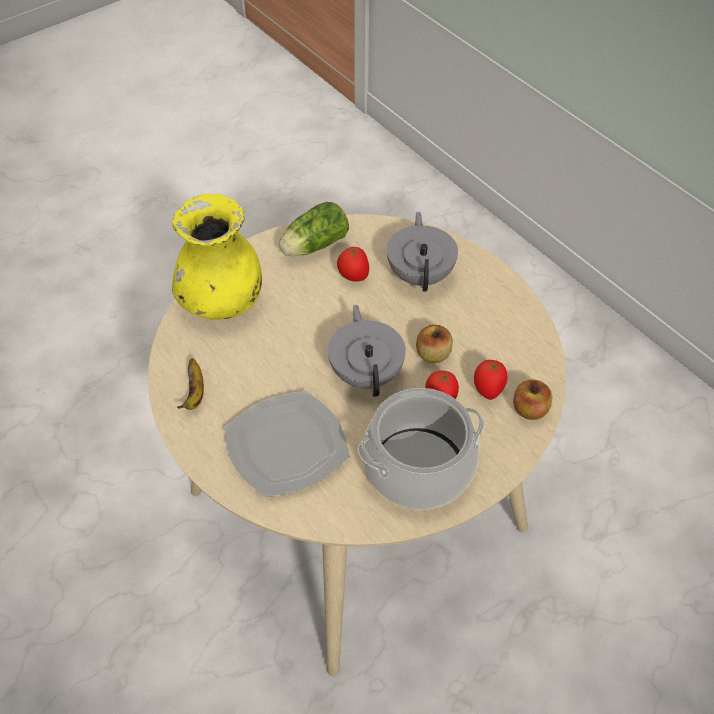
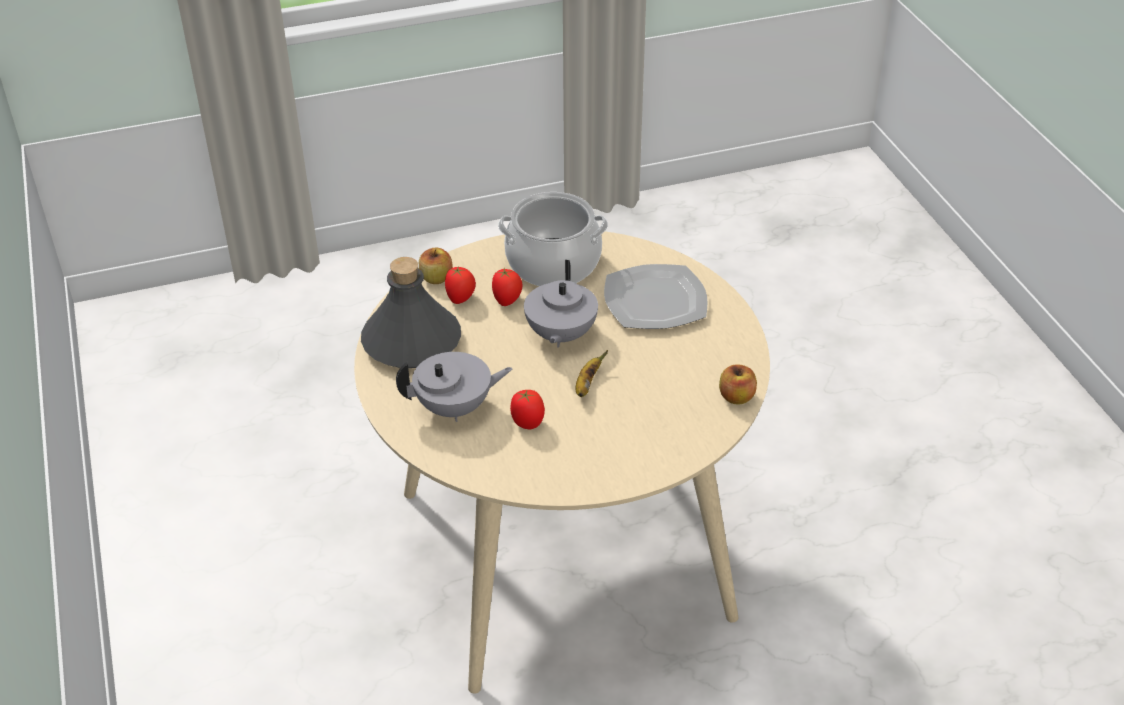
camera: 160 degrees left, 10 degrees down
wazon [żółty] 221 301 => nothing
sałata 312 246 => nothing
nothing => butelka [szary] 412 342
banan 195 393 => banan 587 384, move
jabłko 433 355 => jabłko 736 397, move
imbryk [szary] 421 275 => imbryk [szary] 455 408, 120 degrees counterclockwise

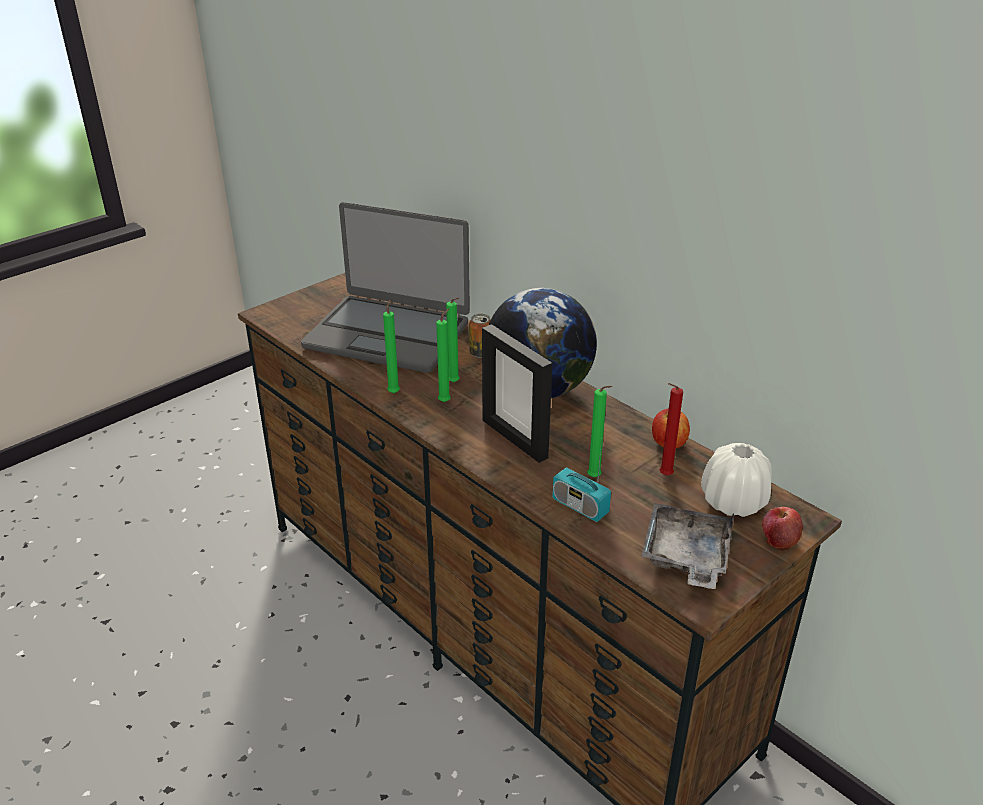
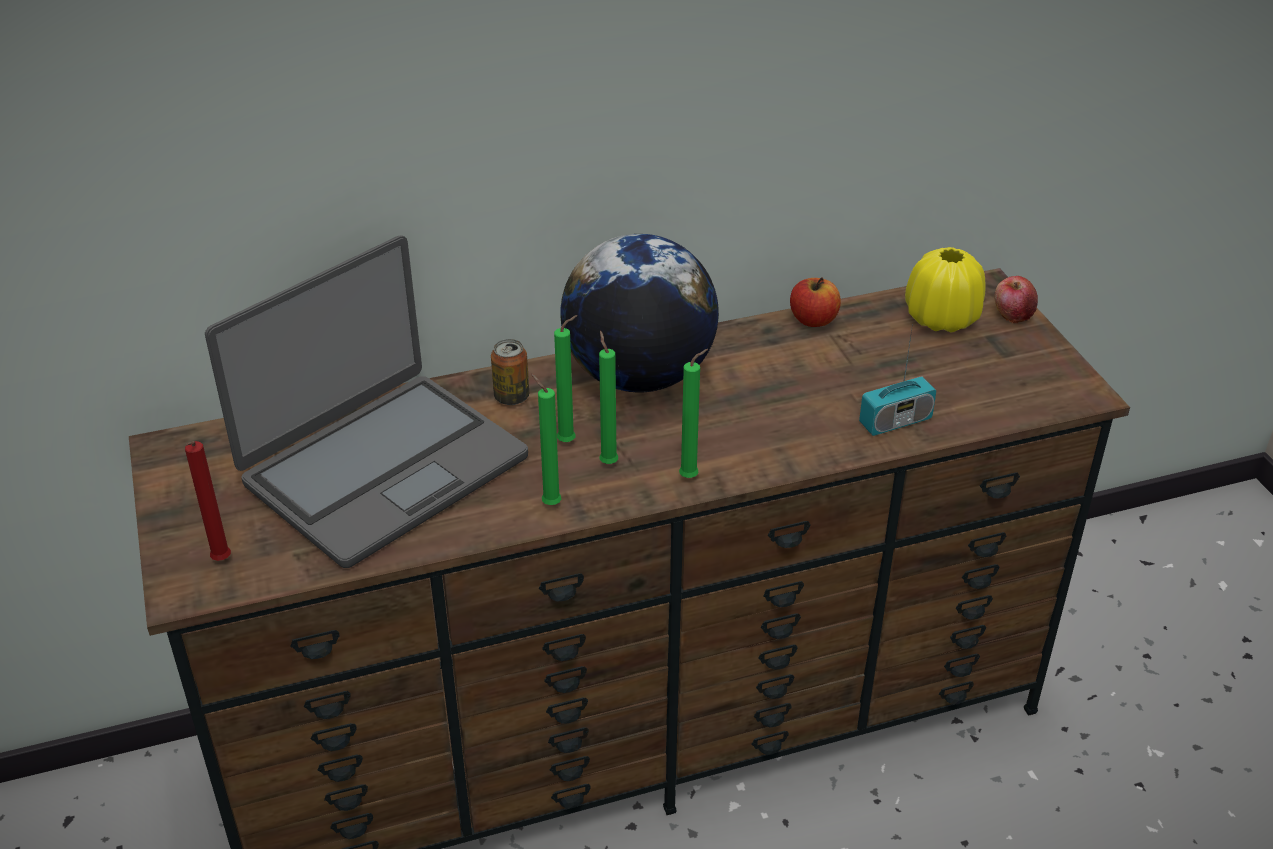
camera: 65 degrees left, 5 degrees up
ramka na zdjęcie 516 438 => nothing
taca [szary] 686 556 => nothing
świeca [zielony] 595 478 => świeca [zielony] 691 477, move
świeca [czerwony] 663 476 => świeca [czerwony] 221 562, move
wazon [biały] 733 502 => wazon [żółty] 941 318

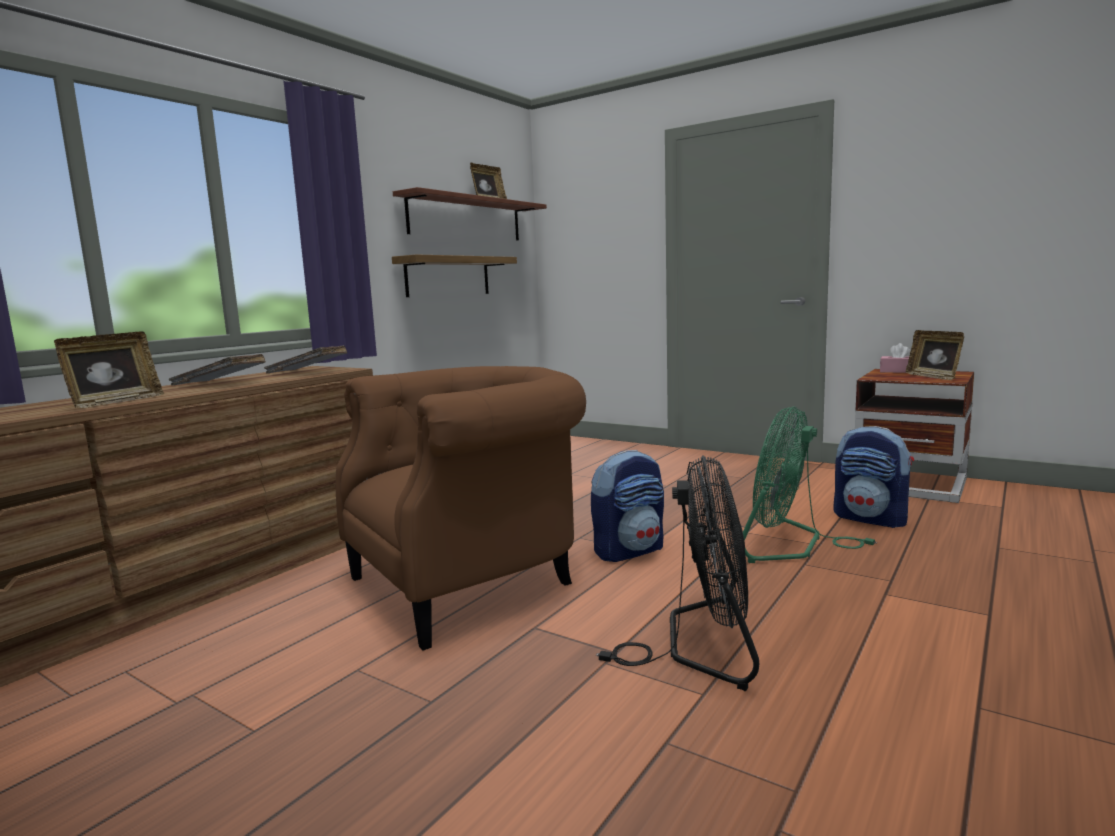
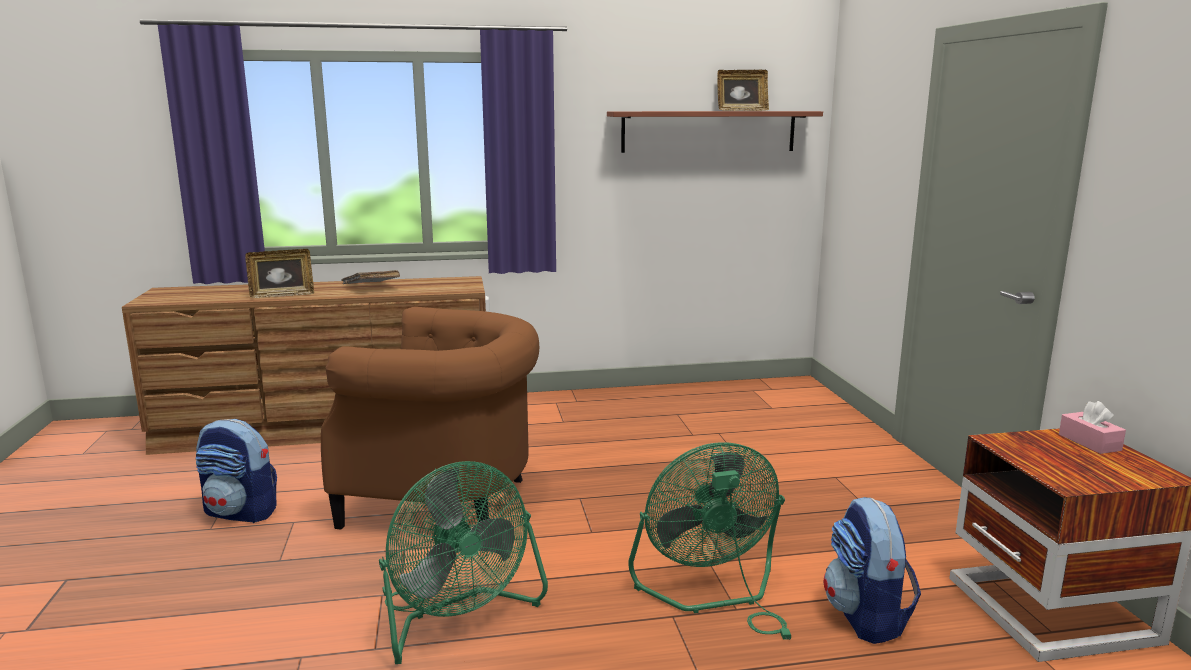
camera: 45 degrees right, 5 degrees up
książka [szary] 308 372 => nothing
półka 448 276 => nothing
ramka na zdjęcie 933 377 => nothing
plecak 629 551 => plecak 241 512, move
wentylator [czarny] 698 642 => wentylator [zielony] 451 618

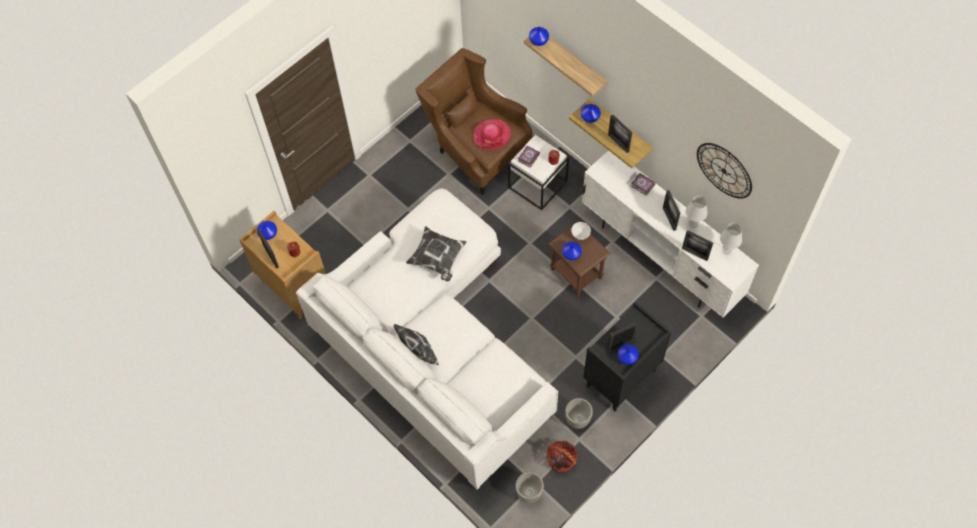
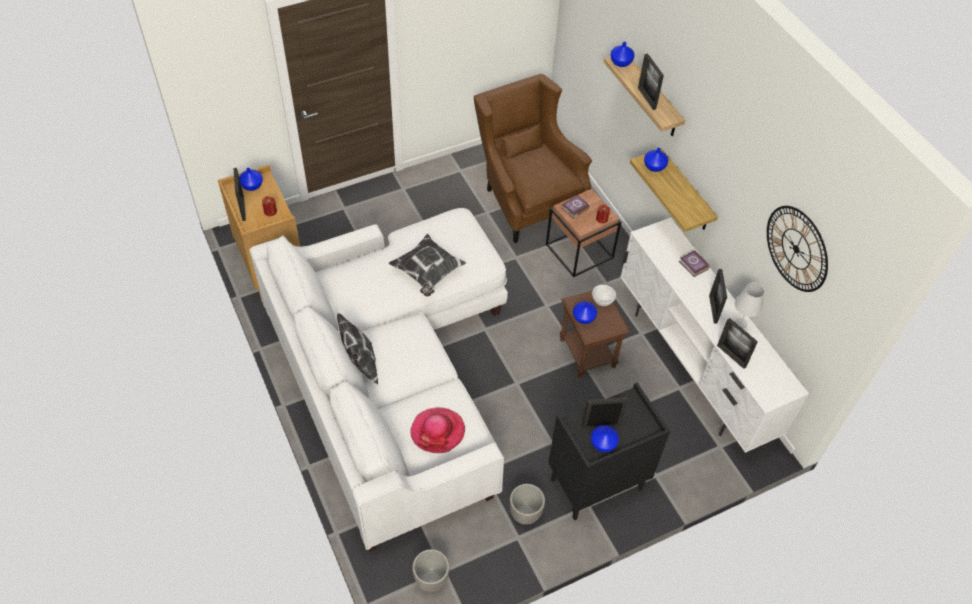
camera: 15 degrees right, 10 degrees down
koszyk 561 459 => nothing
lampa stołowa [biały] 727 250 => nothing
kapelusz 492 135 => kapelusz 437 431, move
ramka na zdjęcie 618 143 => ramka na zdjęcie 646 98, move
stolik [biały] 537 185 => stolik [brązowy] 579 252

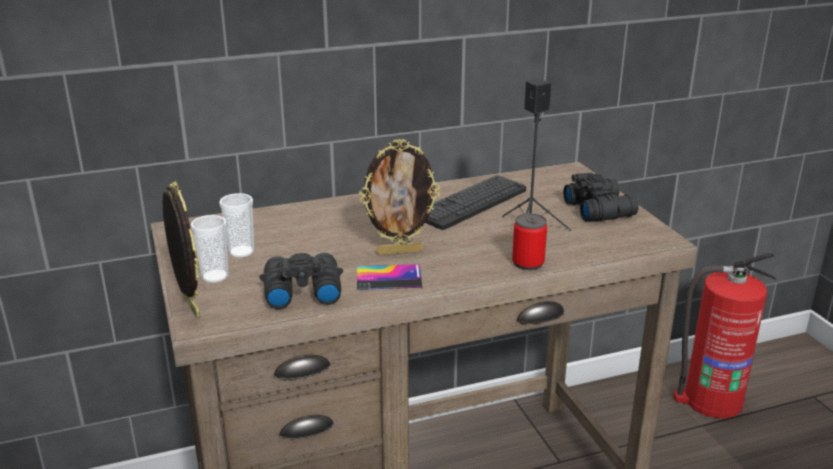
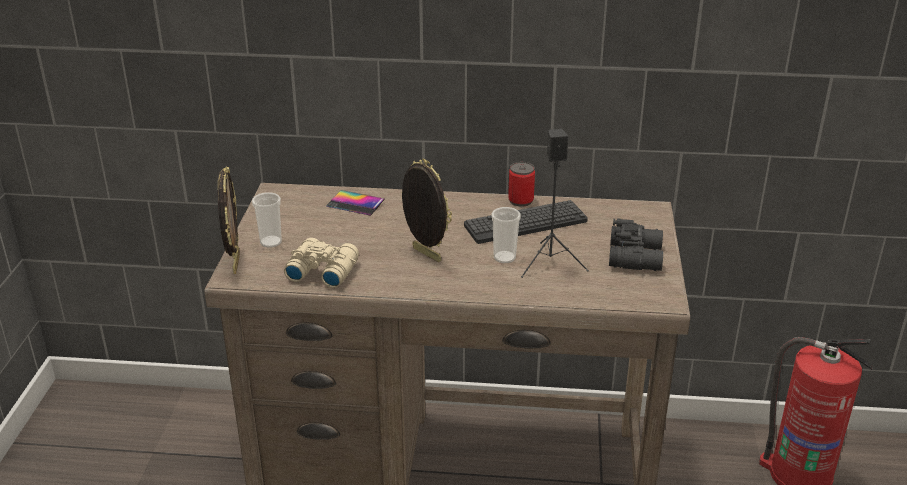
camera: 25 degrees right, 5 degrees up
filiżanka 241 252 => filiżanka 504 257, move
telefon 389 277 => telefon 355 203, move
puszka 528 263 => puszka 520 200, move
lornetka [czarny] 301 290 => lornetka [beżowy] 322 270
ramka na zdjęcie 400 251 => ramka na zdjęcie 425 255, 150 degrees counterclockwise

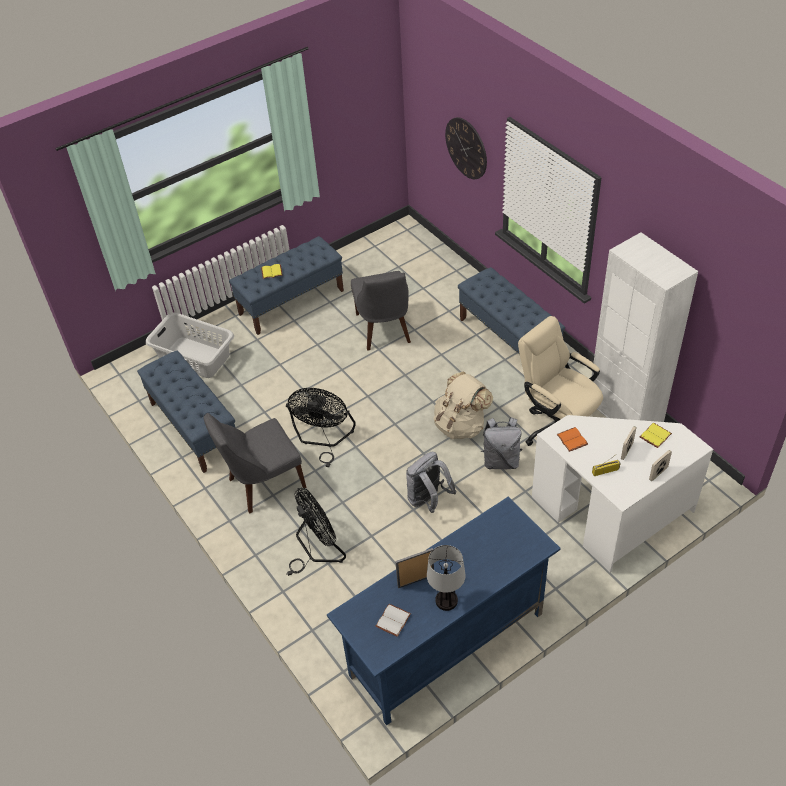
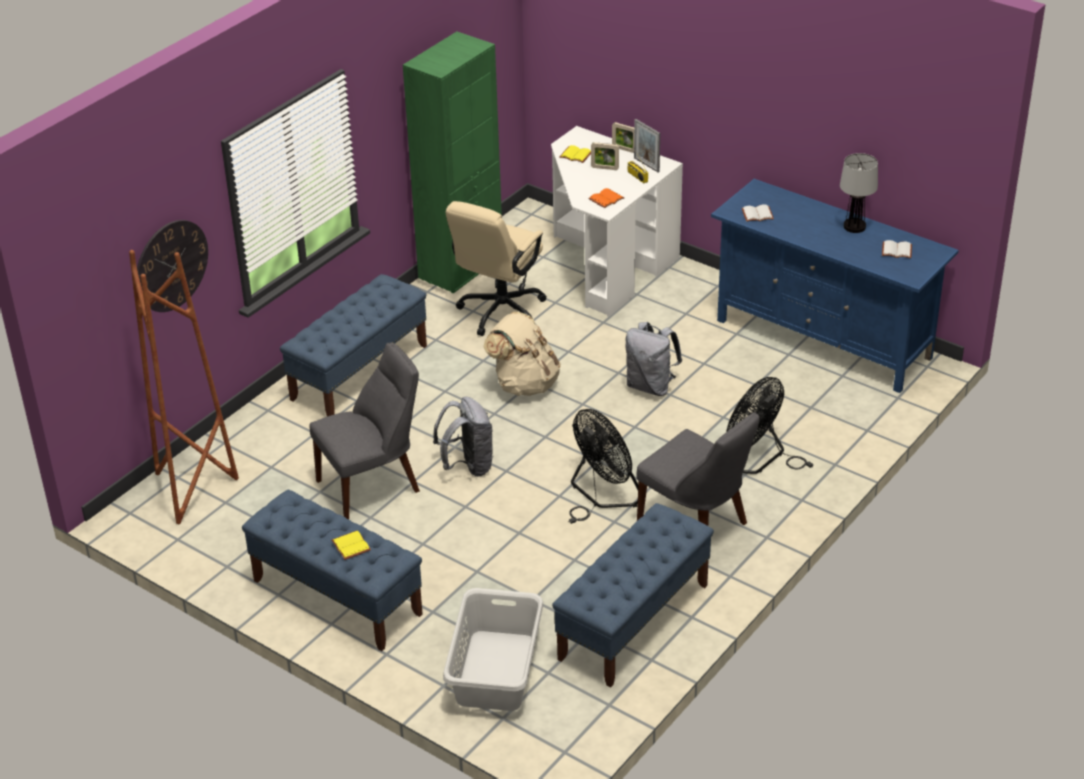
camera: 110 degrees left, 10 degrees down
nothing => wieszak [brązowy] 191 491
nothing => książka [biały] 757 215
ramka na zdjęcie 416 581 => ramka na zdjęcie 646 165, move
plecak [szary] 501 460 => plecak [szary] 468 466, move
szafka [biały] 624 416 => szafka [zielony] 462 272
wentylator [czarny] 322 438 => wentylator [czarny] 597 492, 150 degrees clockwise

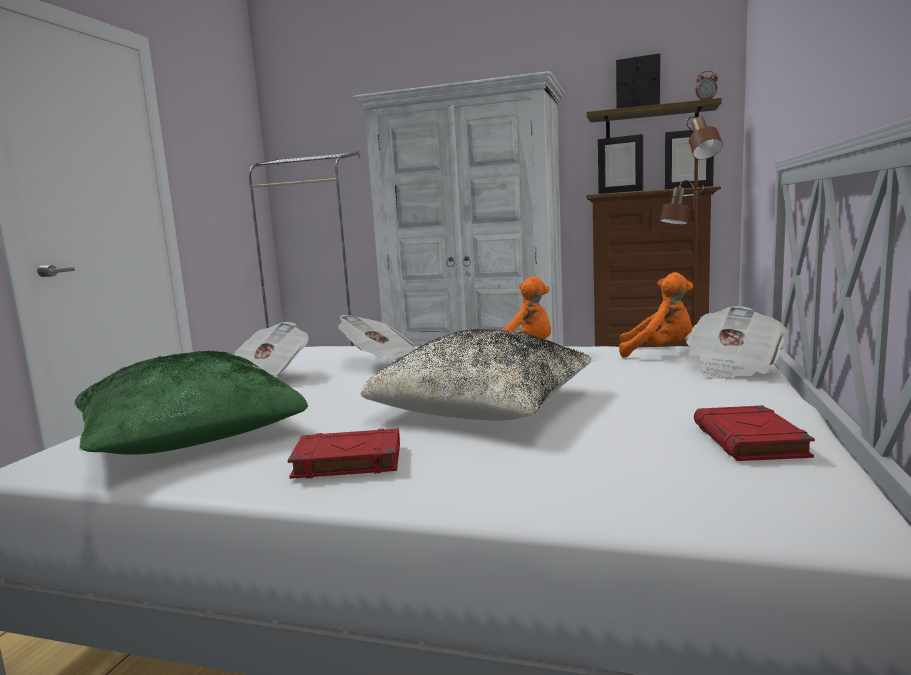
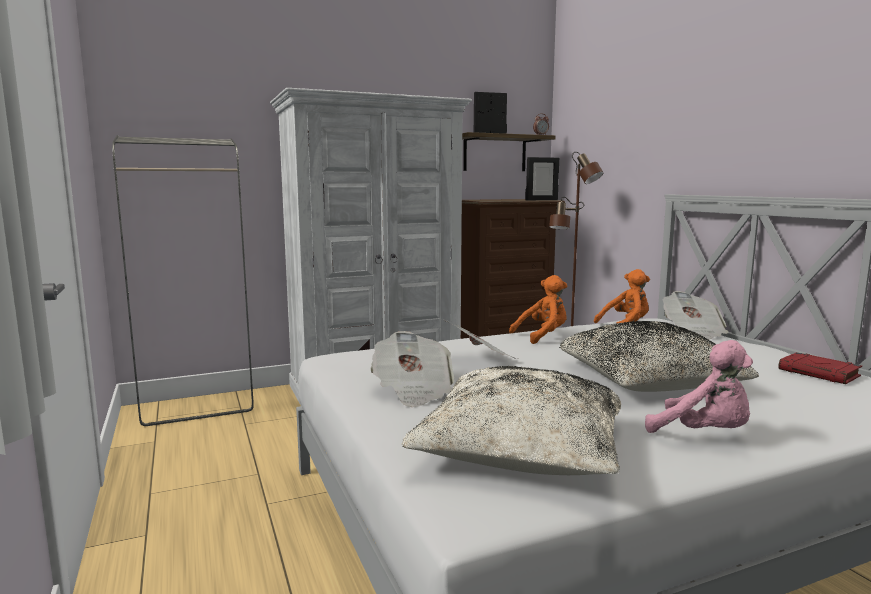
camera: 40 degrees left, 0 degrees up
ramka na zdjęcie 620 192 => nothing
książka [czerwony] 346 461 => pluszak [różowy] 704 434
poduszka [zielony] 190 432 => poduszka [beżowy] 520 447

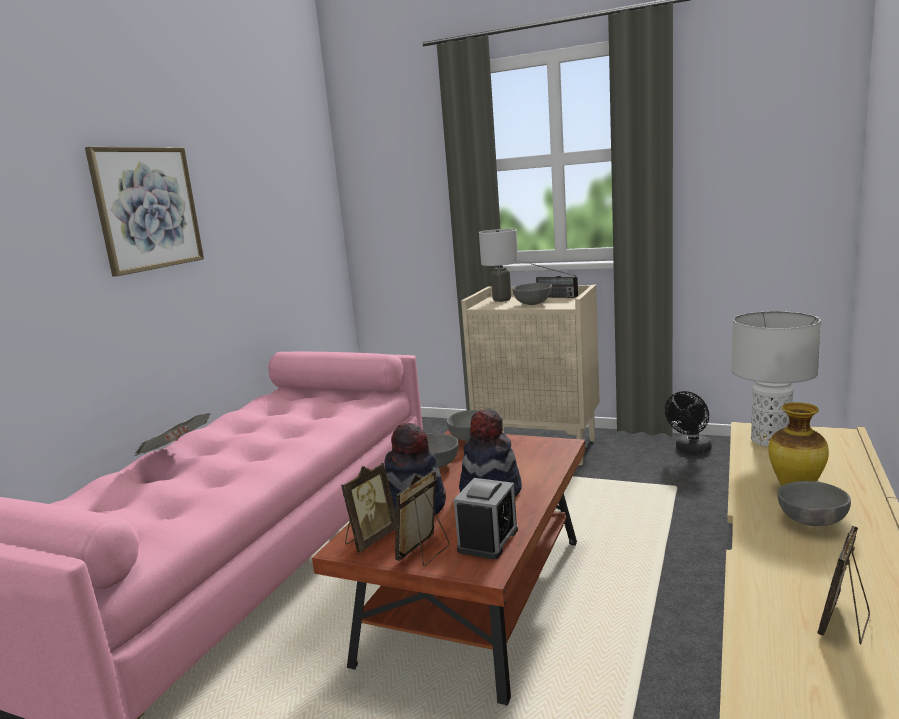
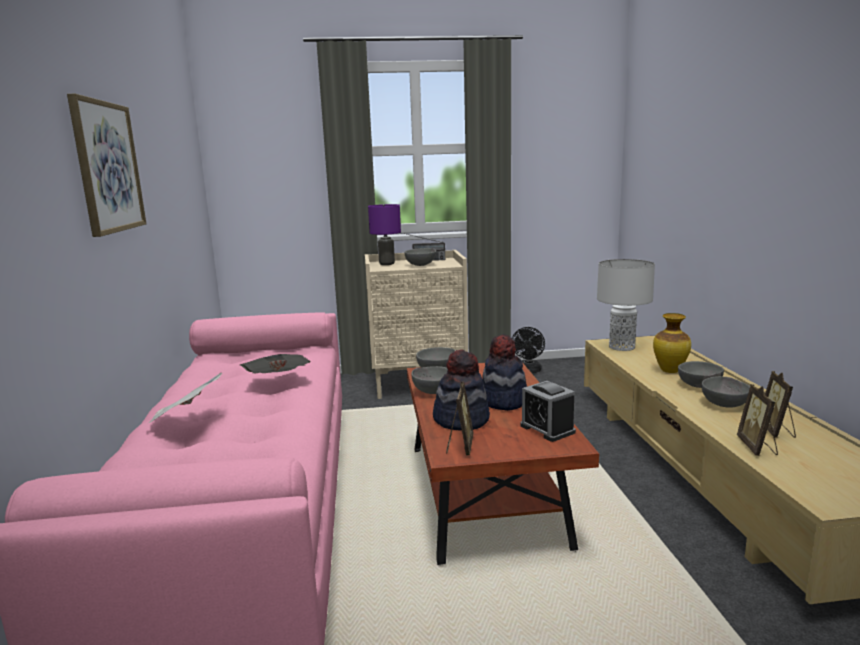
camera: 30 degrees left, 0 degrees up
nothing => gazeta 278 382
nothing => miska [szary] 725 404
ramka na zdjęcie 425 552 => ramka na zdjęcie 757 447, move
lampa stołowa [biały] 501 300 => lampa stołowa [fioletowy] 386 264
budzik 488 540 => budzik 547 429, 150 degrees clockwise

